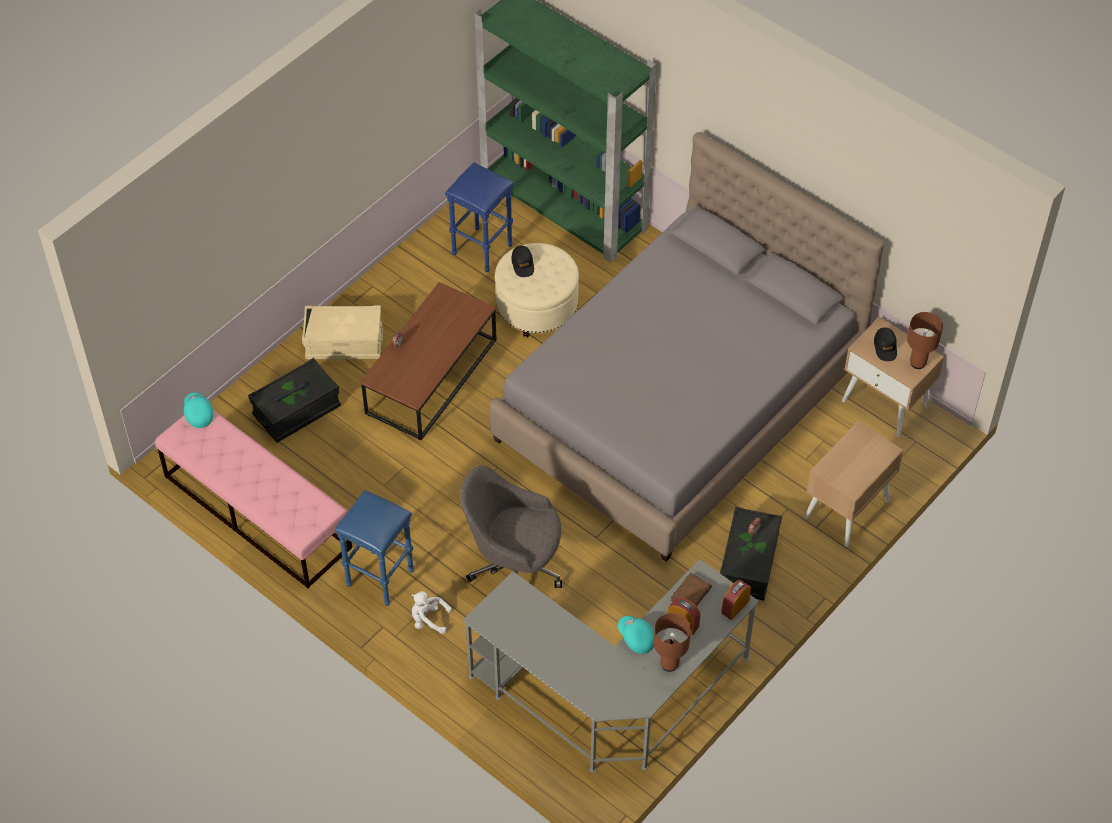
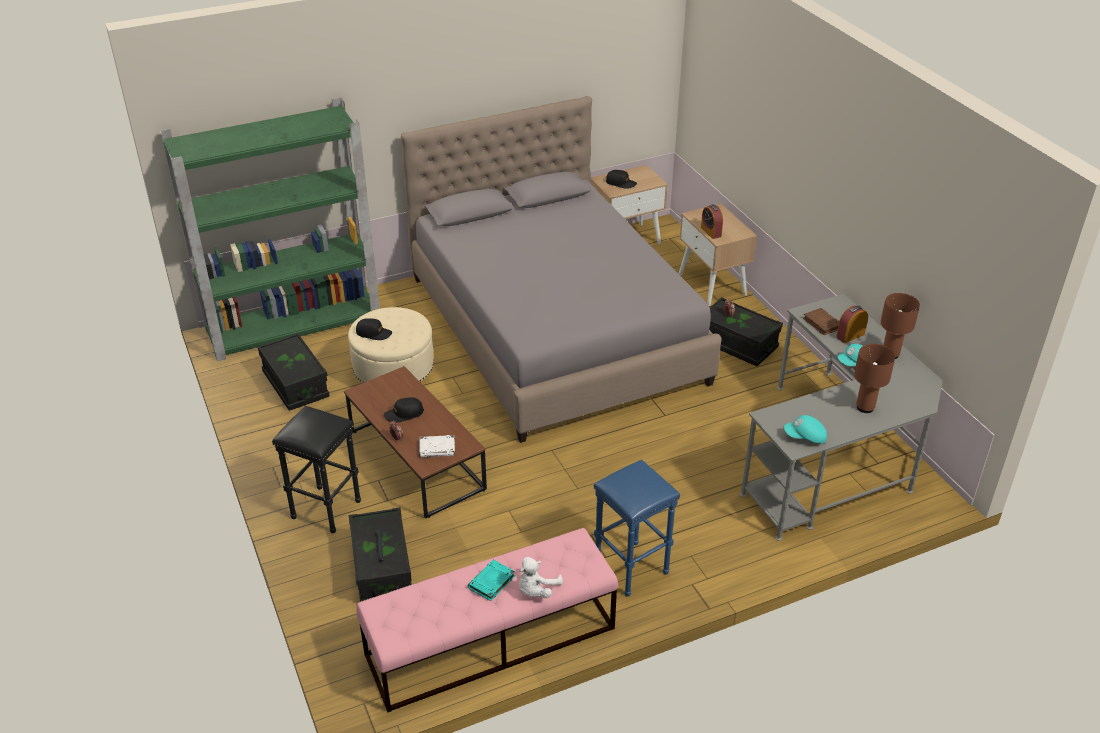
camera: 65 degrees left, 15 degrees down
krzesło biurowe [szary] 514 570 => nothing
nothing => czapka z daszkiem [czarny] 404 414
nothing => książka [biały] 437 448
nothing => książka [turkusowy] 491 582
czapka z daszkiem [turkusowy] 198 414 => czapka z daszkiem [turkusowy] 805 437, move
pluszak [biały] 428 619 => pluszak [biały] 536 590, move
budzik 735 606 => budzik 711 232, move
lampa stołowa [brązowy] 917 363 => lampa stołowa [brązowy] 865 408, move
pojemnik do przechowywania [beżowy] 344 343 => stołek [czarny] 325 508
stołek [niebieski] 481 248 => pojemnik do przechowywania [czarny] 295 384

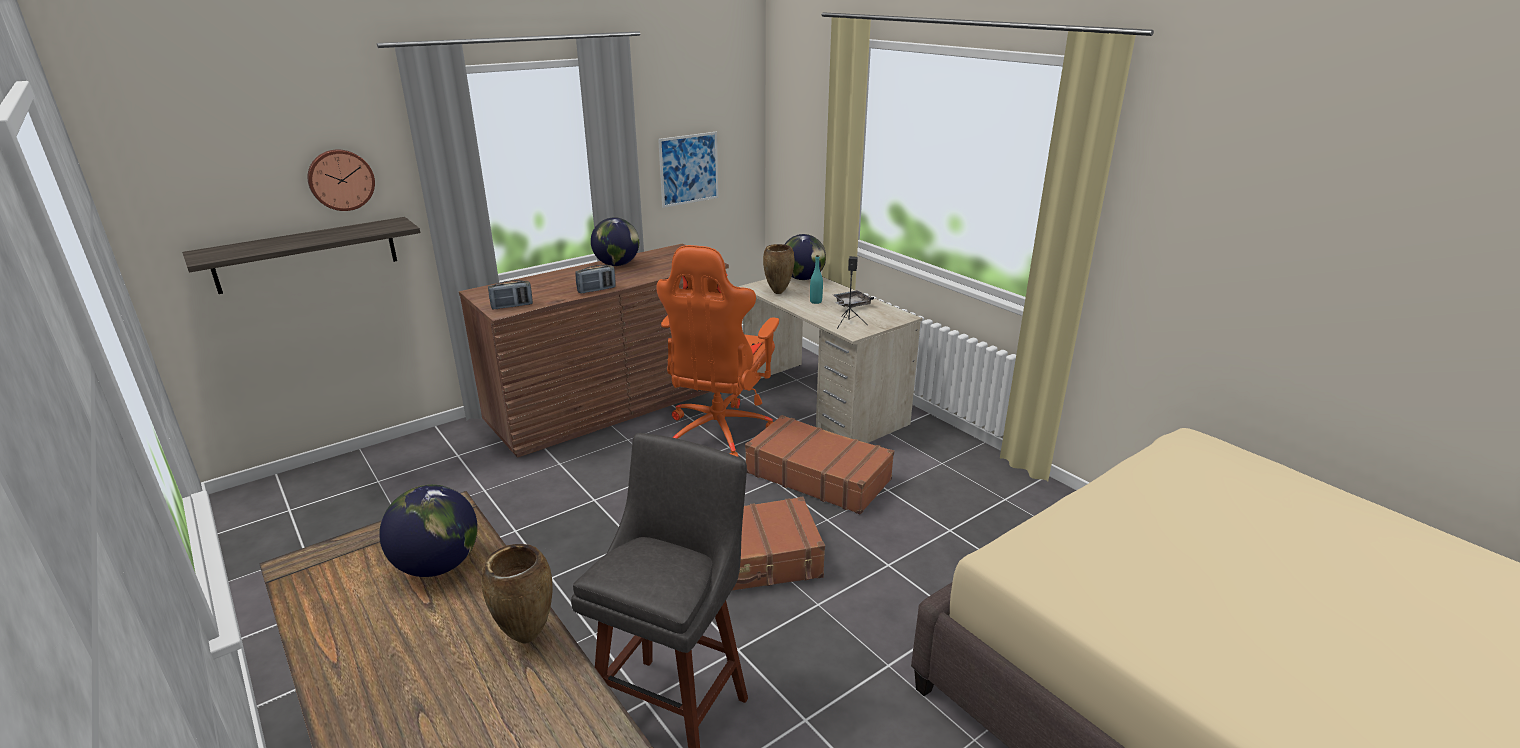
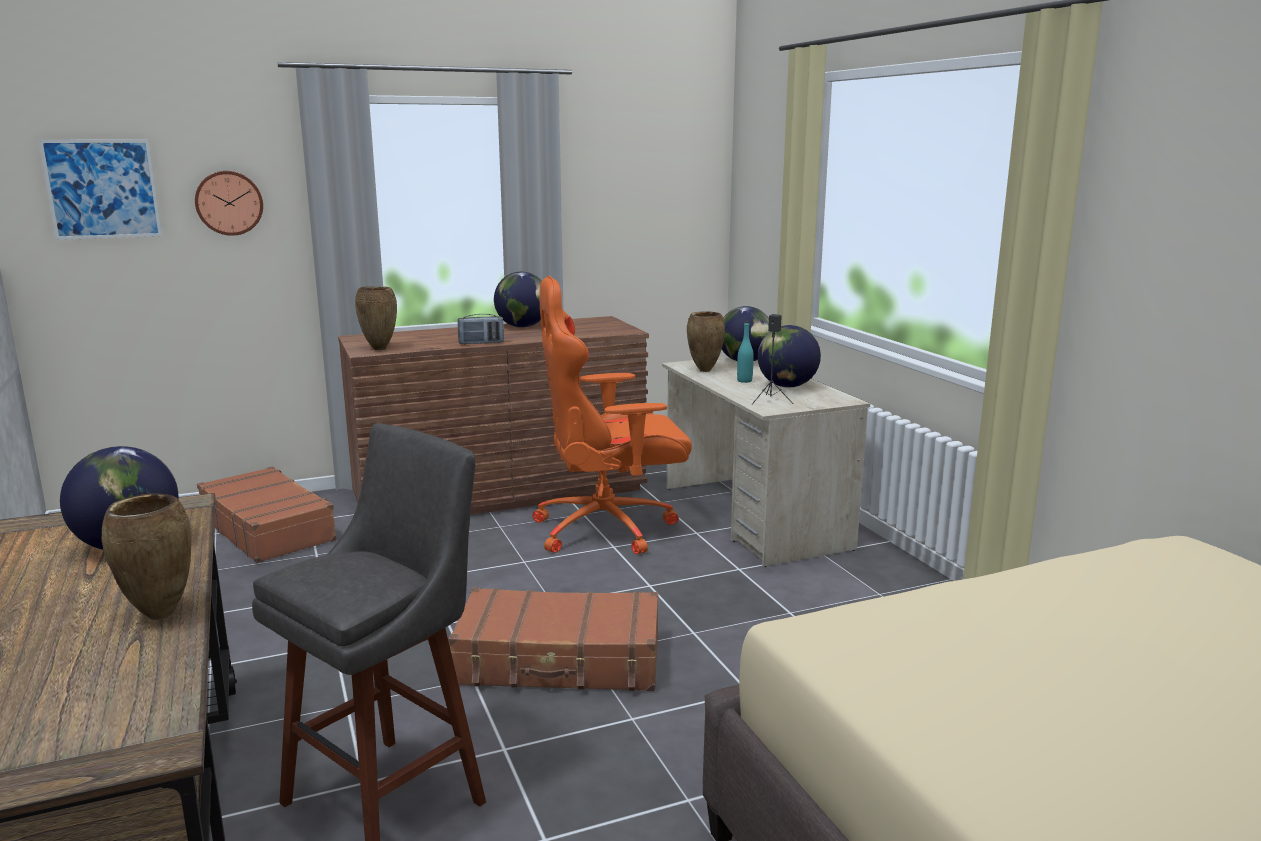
camera: 15 degrees right, 10 degrees down
półka 306 254 => nothing
obraz 689 169 => obraz 102 189, move
walizka [brązowy] 818 475 => walizka [brązowy] 268 529, move
radio 512 306 => wazon [brązowy] 380 349
taca [szary] 851 304 => globus 786 386
krzesło biurowe [pomarańczowy] 721 429 => krzesło biurowe [pomarańczowy] 614 529, 45 degrees clockwise

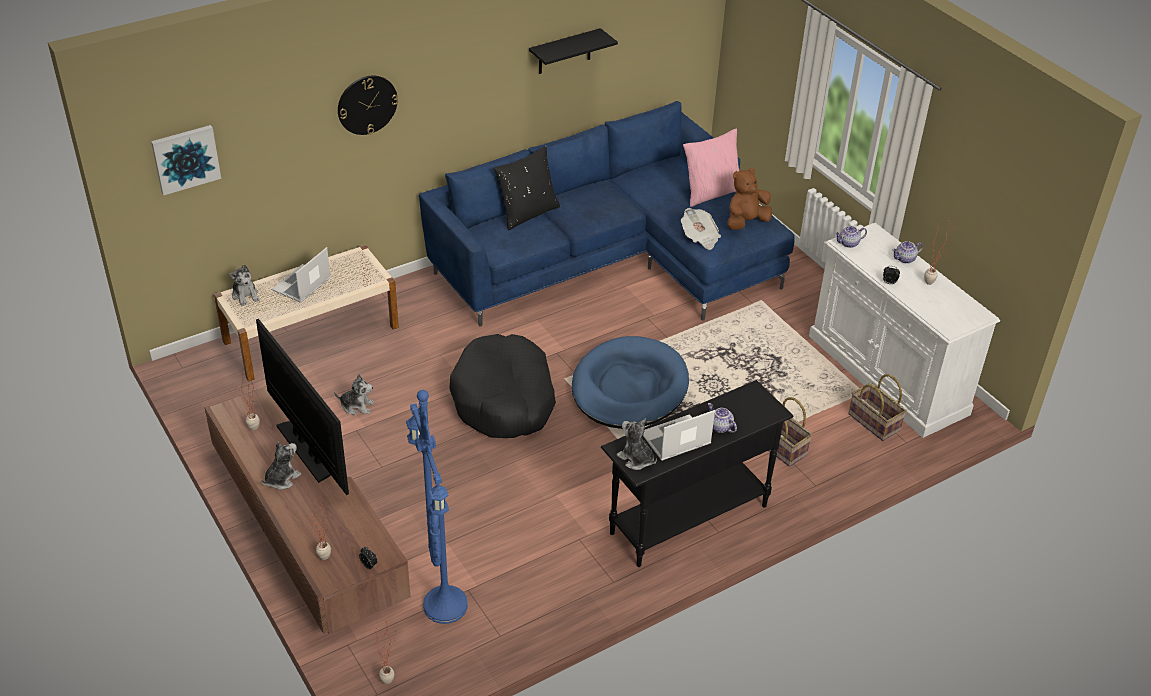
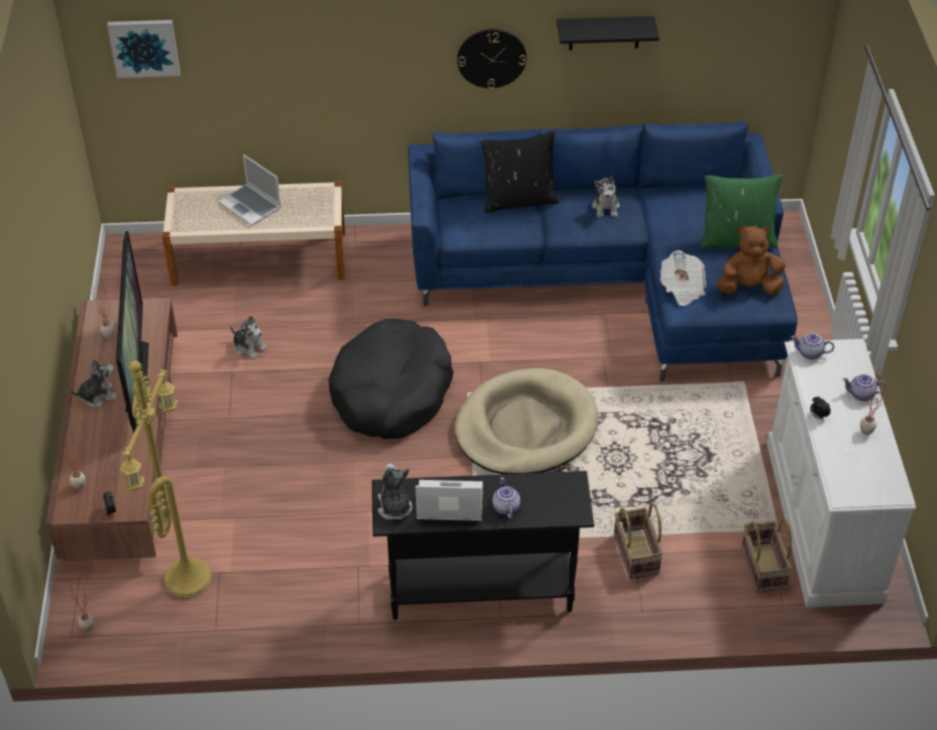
camera: 30 degrees right, 5 degrees up
pluszak 245 295 => pluszak 606 207, move
zegar ścienny 367 104 => zegar ścienny 491 58, move
lampa stojąca [niebieski] 442 605 => lampa stojąca [żółty] 185 577
legowisko [niebieski] 629 388 => legowisko [beżowy] 525 427
poduszka [różowy] 711 193 => poduszka [zielony] 736 240
laptop 302 285 => laptop 251 206, 105 degrees counterclockwise

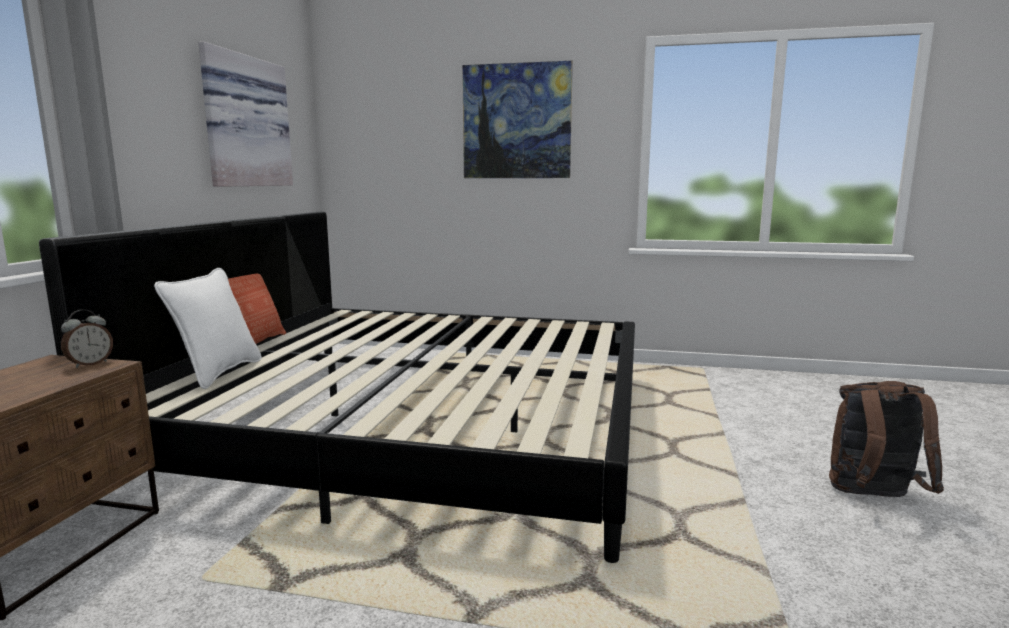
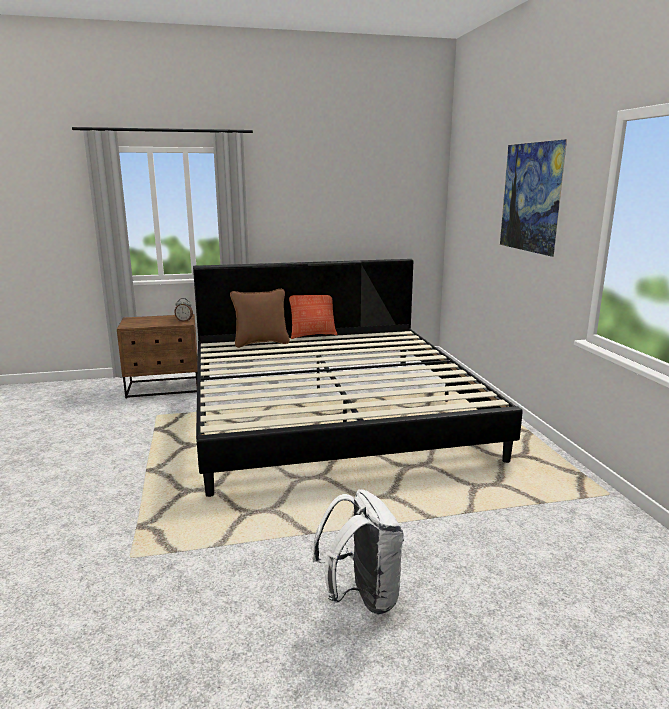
camera: 65 degrees right, 5 degrees up
obraz 244 122 => nothing
poduszka [biały] 218 373 => poduszka [brązowy] 261 343
plecak [brązowy] 872 498 => plecak [biały] 361 597

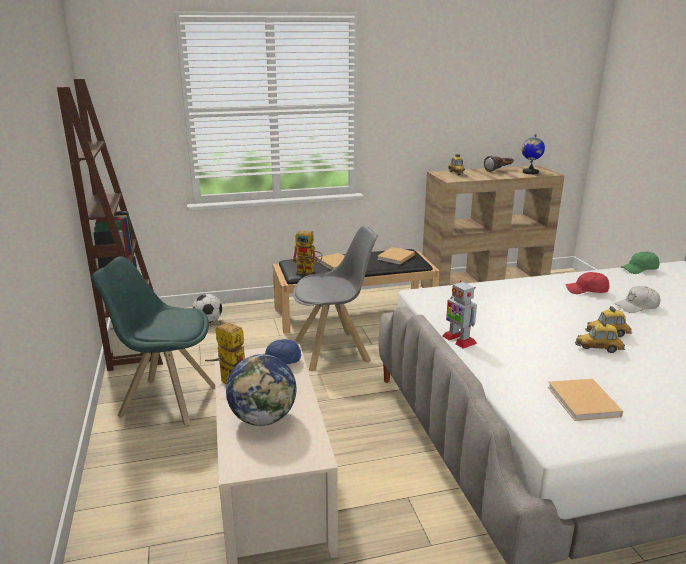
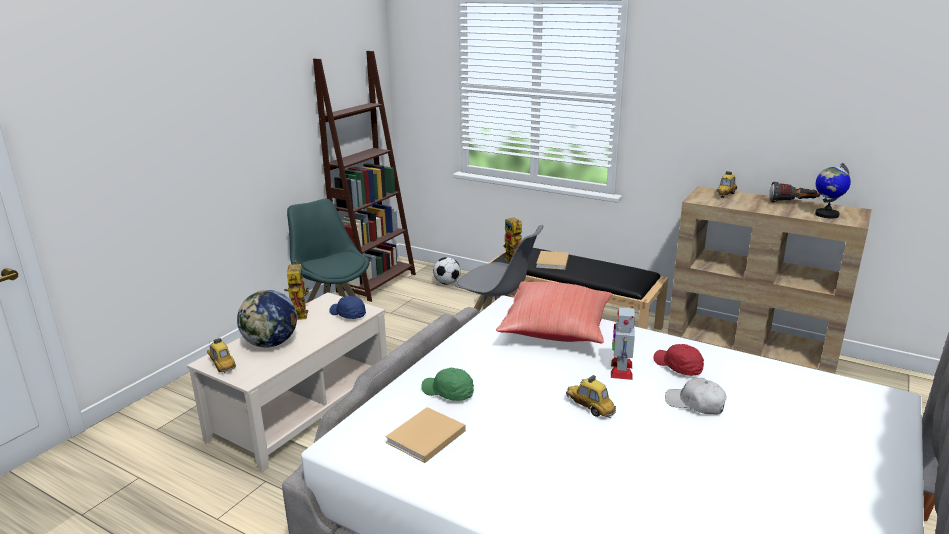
camera: 45 degrees right, 0 degrees up
książka [beżowy] 395 257 => nothing
nothing => poduszka [czerwony] 557 331
robot zabawkowy 458 339 => robot zabawkowy 621 369, move
samochodzik 598 349 => samochodzik 221 365, move
czapka z daszkiem [zielony] 640 269 => czapka z daszkiem [zielony] 448 393, move

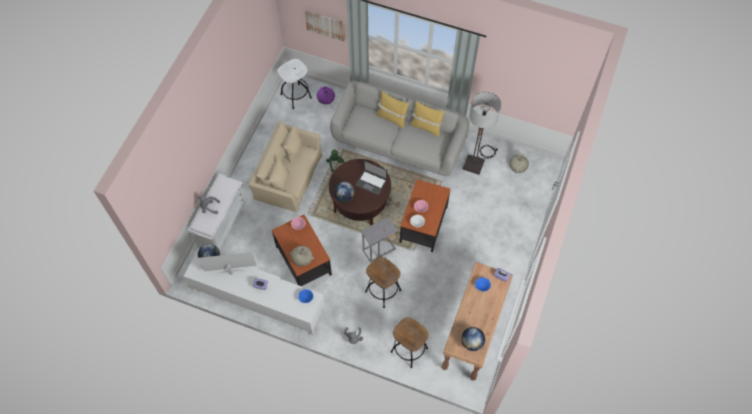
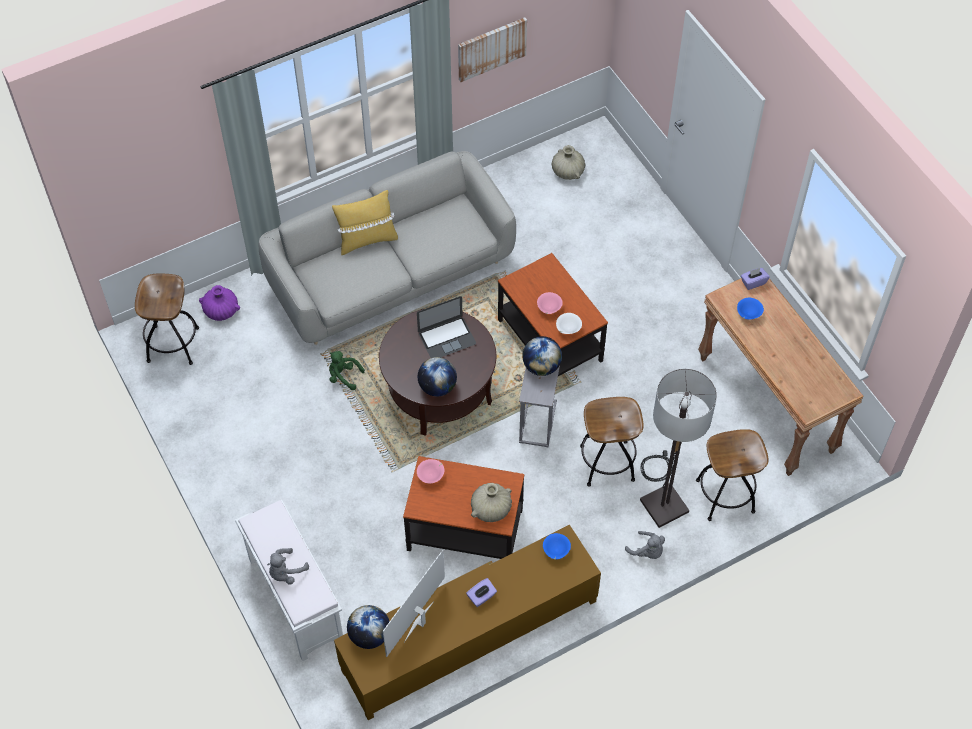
camera: 50 degrees left, 5 degrees down
fotel [beżowy] 288 176 => nothing
poduszka [żółty] 426 127 => nothing
obraz 325 25 => obraz 491 48, move
globus 471 342 => globus 541 366, move
lampa stojąca 477 161 => lampa stojąca 662 495, move
szafka pod telewizor [biały] 257 297 => szafka pod telewizor [brązowy] 468 635
stołek [biały] 296 96 => stołek [brązowy] 173 344

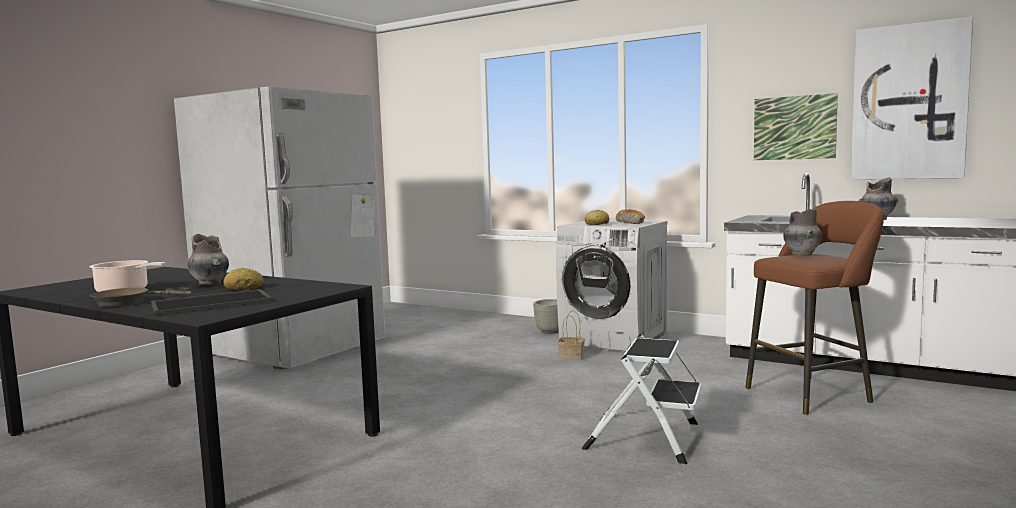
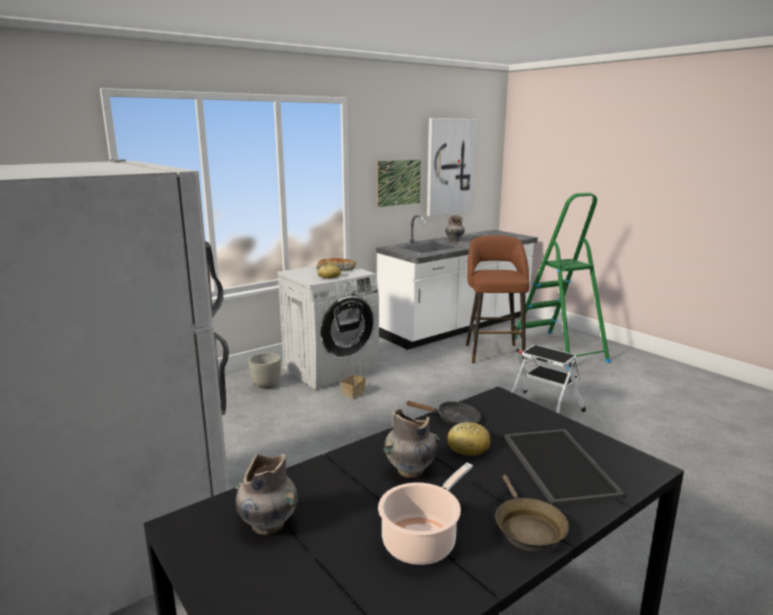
camera: 70 degrees left, 10 degrees up
nothing => patelnia [czarny] 453 420
nothing => drabinka [zielony] 558 349
wazon [szary] 801 254 => wazon [szary] 267 524, move

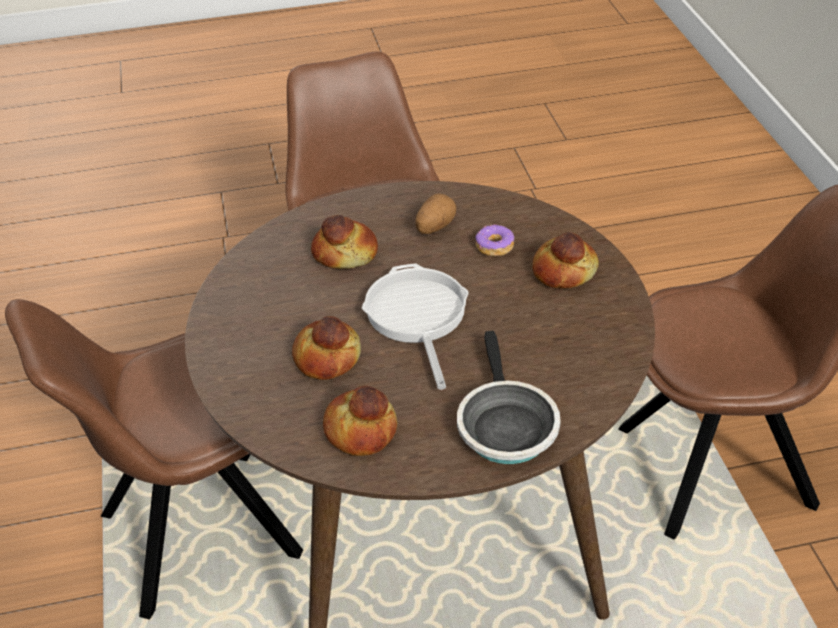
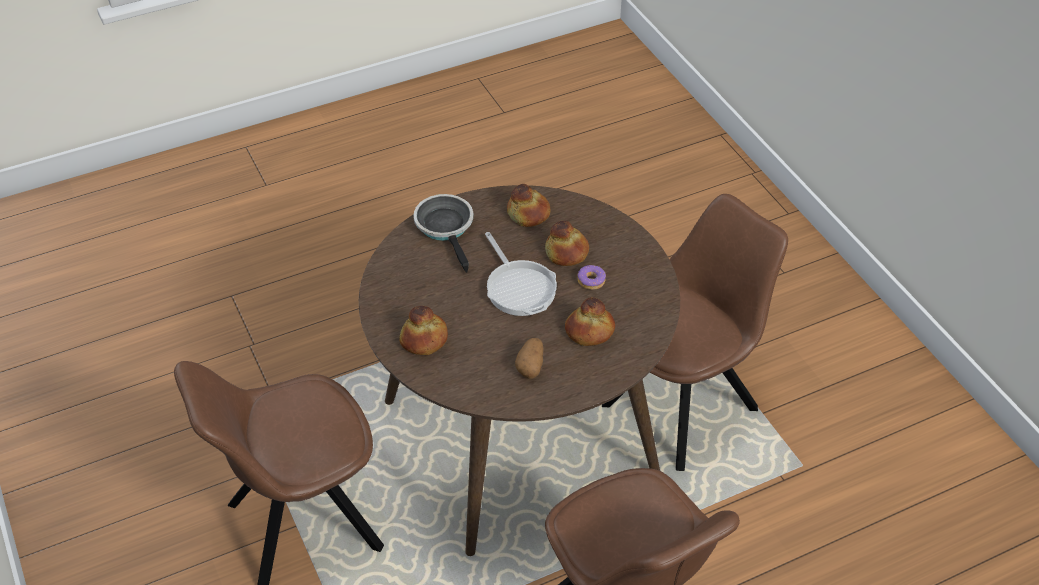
camera: 165 degrees right, 5 degrees up
donut 494 246 => donut 591 281, move

